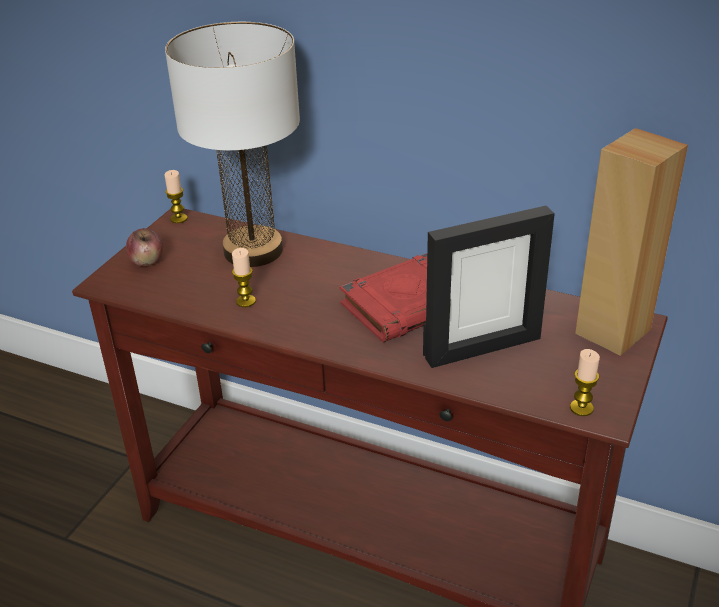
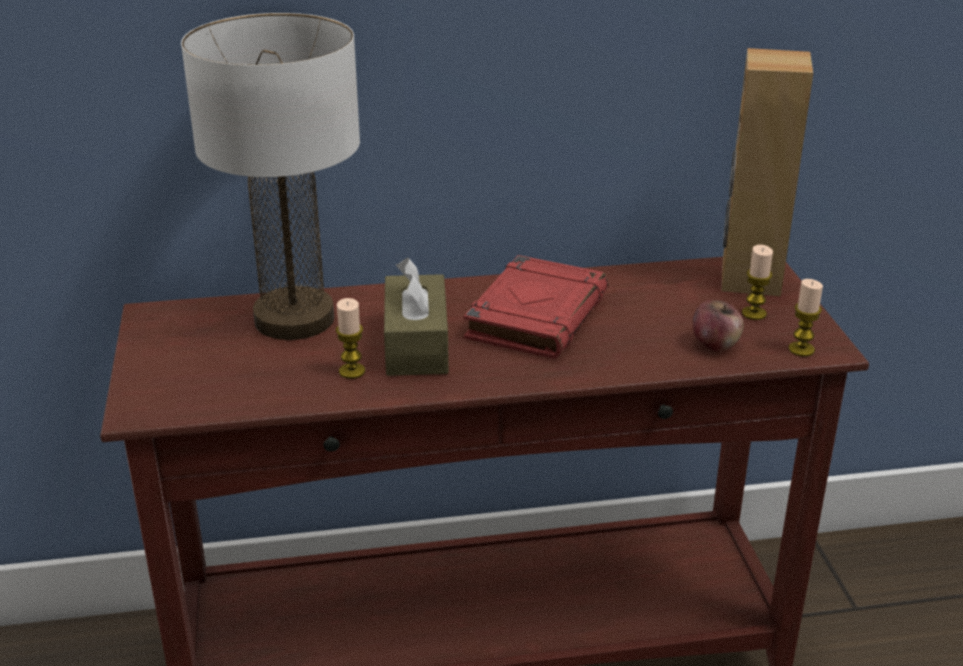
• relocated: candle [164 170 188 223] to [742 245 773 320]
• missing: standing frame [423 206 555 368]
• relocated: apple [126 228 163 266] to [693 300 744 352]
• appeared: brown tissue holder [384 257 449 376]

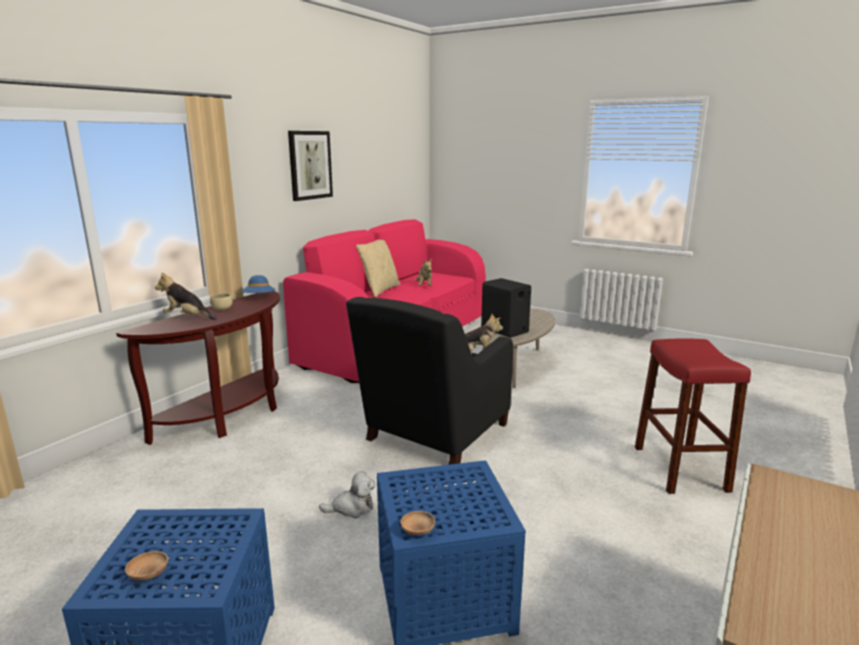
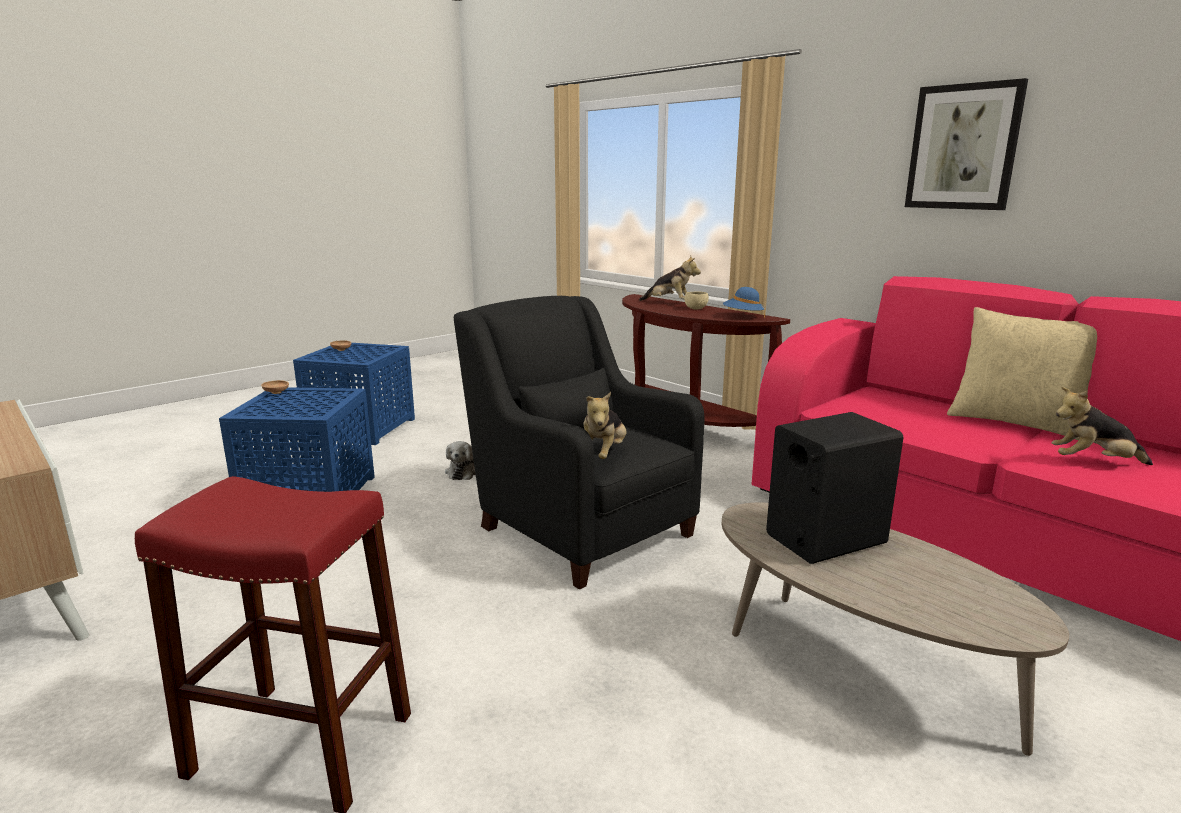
• spun: plush toy [155 273 217 320] = [639 256 701 301] 90 degrees clockwise

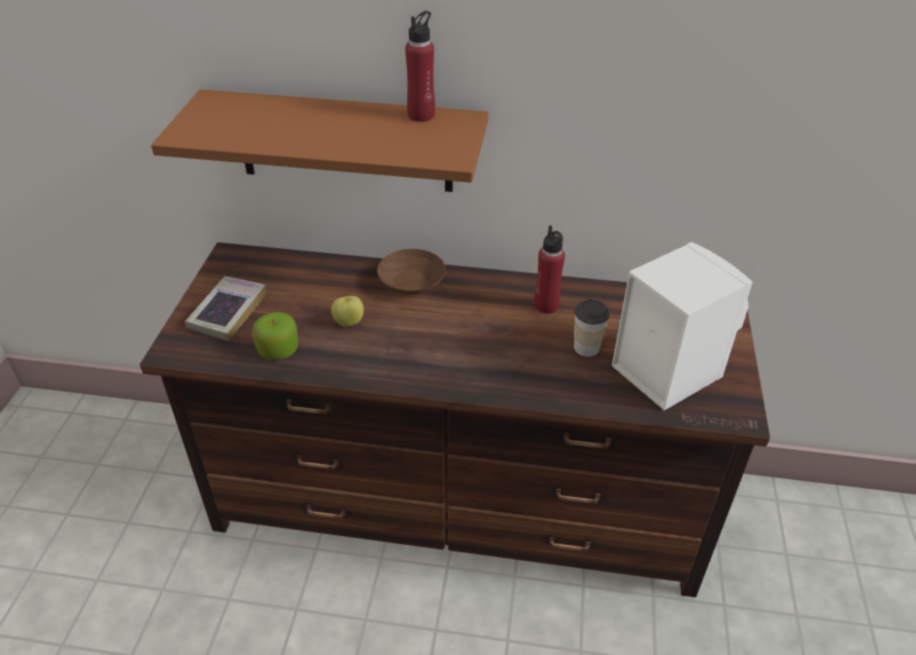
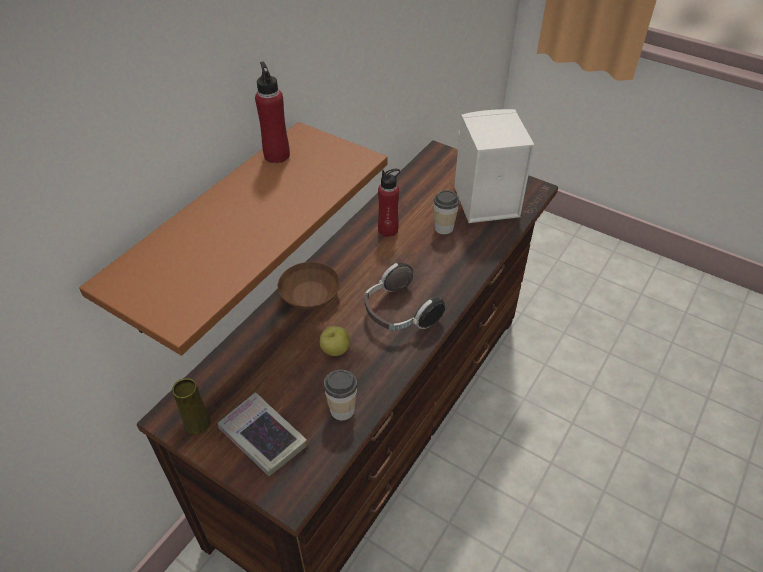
• exchanged: apple [252 312 298 360] to cup [324 370 357 420]
• appeared: pair of headphones [364 263 445 330]
• appeared: yellow-coloured flower vase [172 378 211 434]

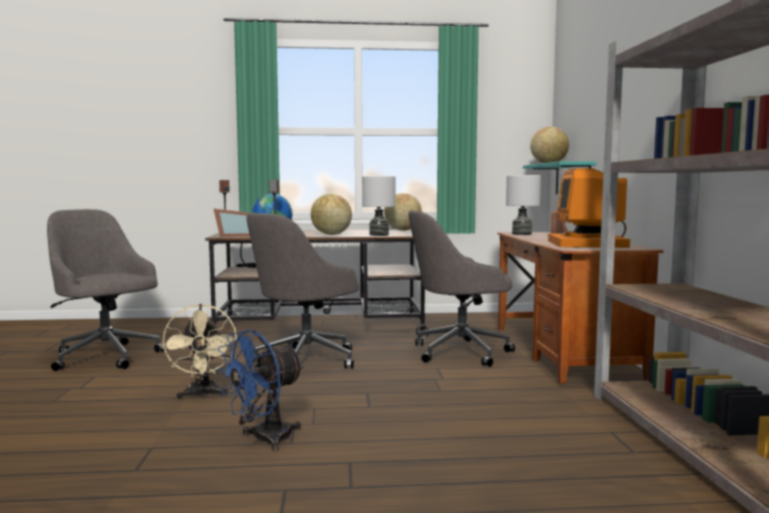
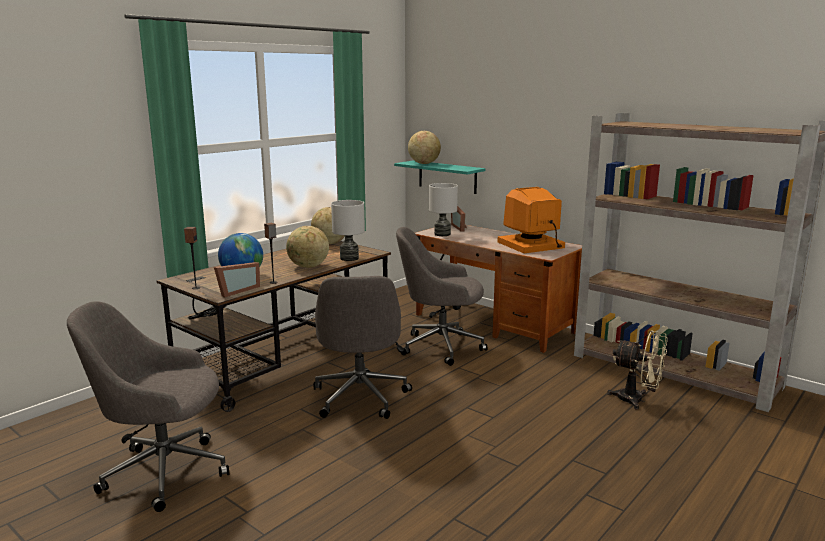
• spun: computer screen [548 168 630 248] = [498 187 565 253] 105 degrees clockwise
• spun: gray desk chair [408 210 515 367] = [396 227 487 366] 60 degrees clockwise
• relocated: beige-coloured electric fan [162 304 237 399] to [607 330 668 410]
• missing: blue-coloured electric fan [216 330 304 451]

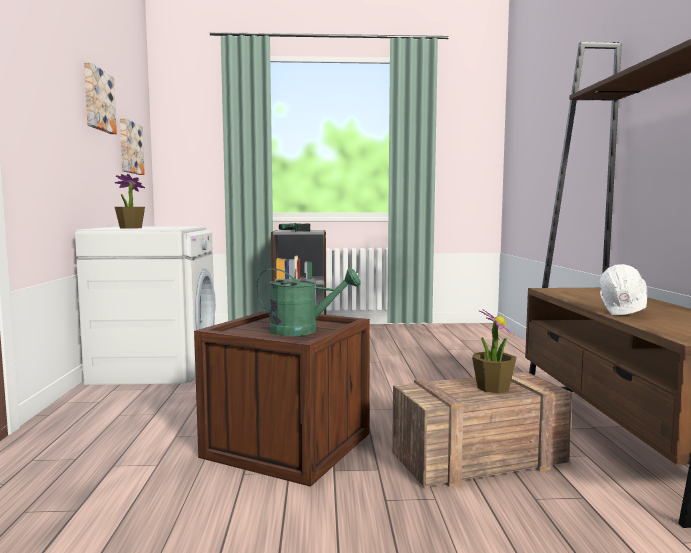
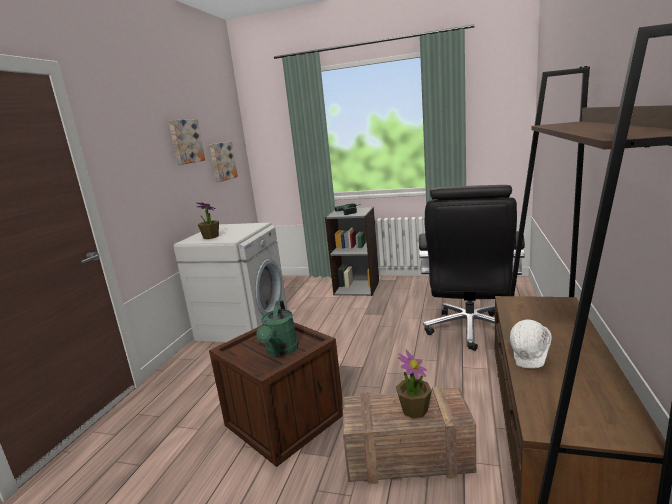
• spun: greenish sprinkling can [256 268 360 336] = [256 300 298 357] 75 degrees clockwise
• appeared: black-coloured desk chair [419 185 525 351]

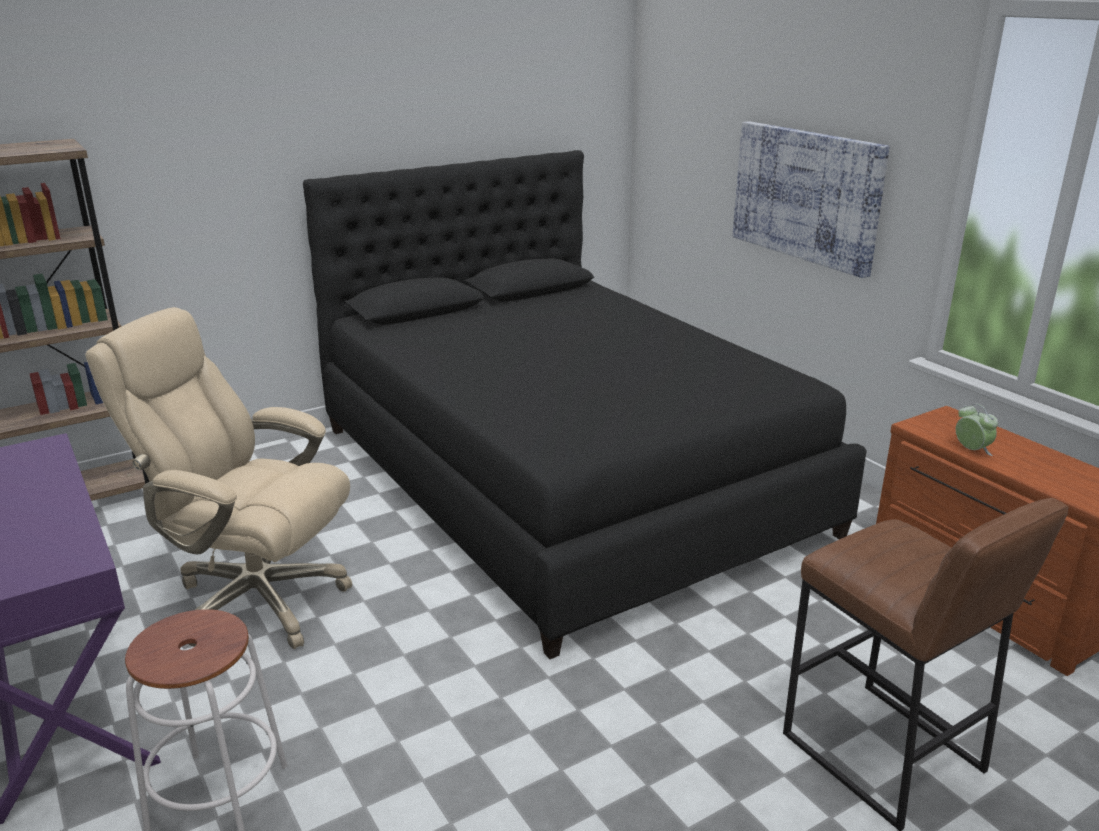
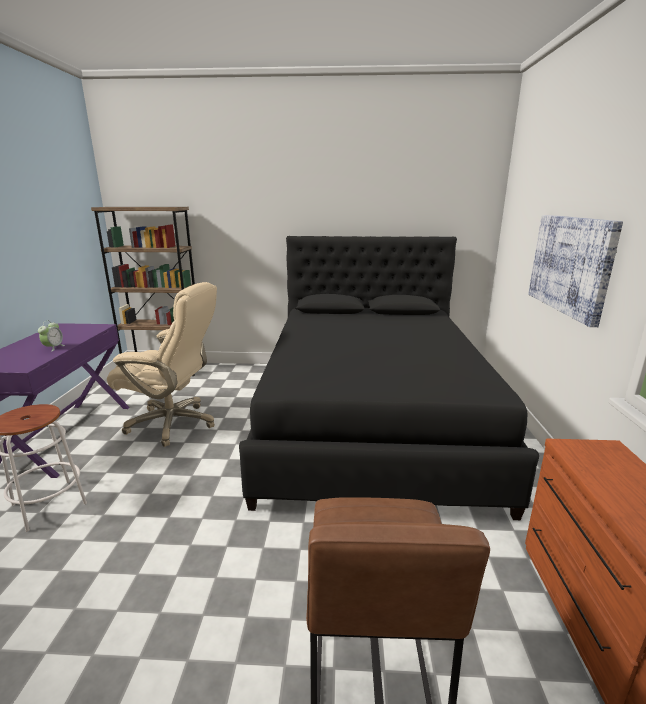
• spun: beige-coloured desk chair [85 307 352 649] = [107 282 217 447] 135 degrees clockwise
• relocated: table clock [956 404 998 456] to [38 320 65 352]

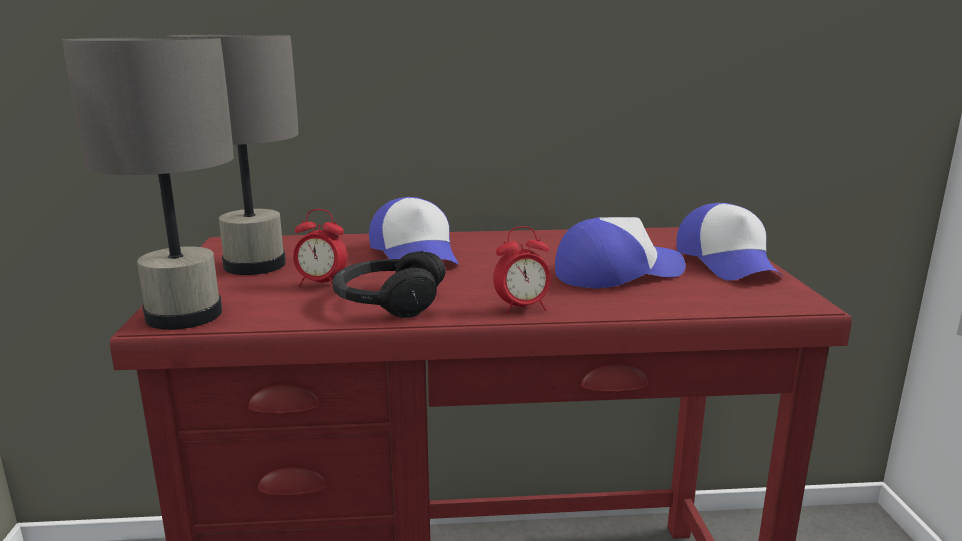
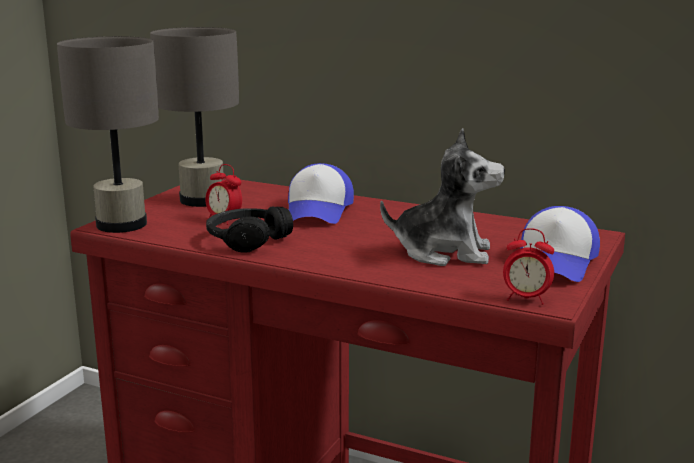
• exchanged: baseball cap [555 217 686 288] to plush toy [380 128 505 266]
• relocated: table clock [493 226 551 314] to [503 228 554 305]

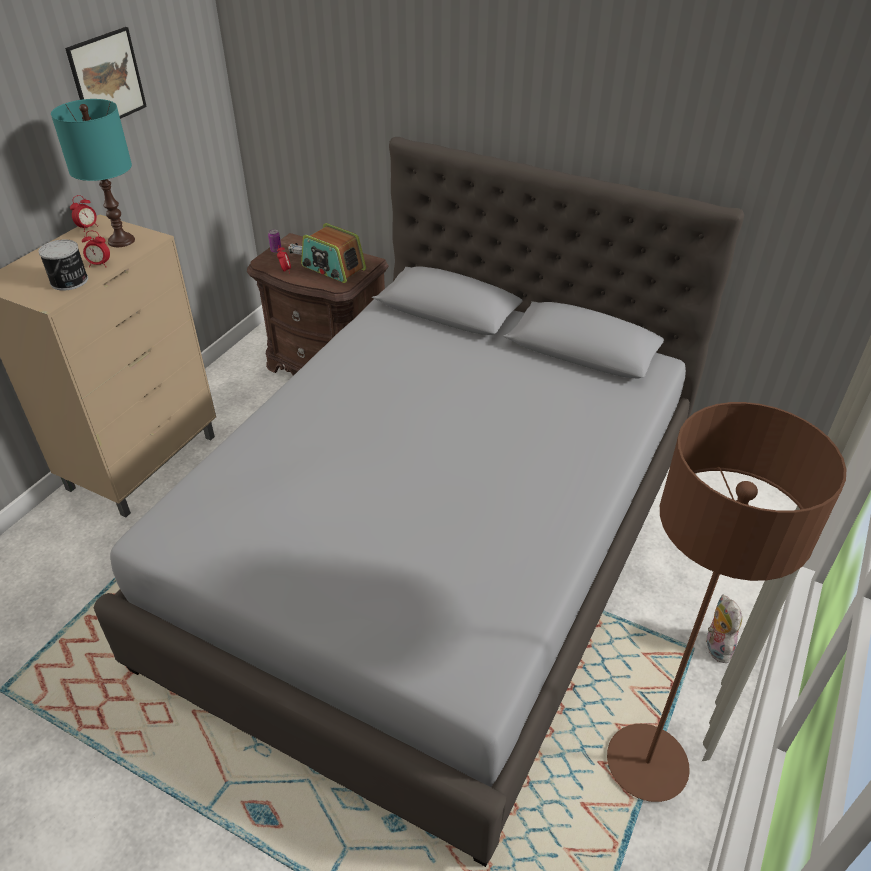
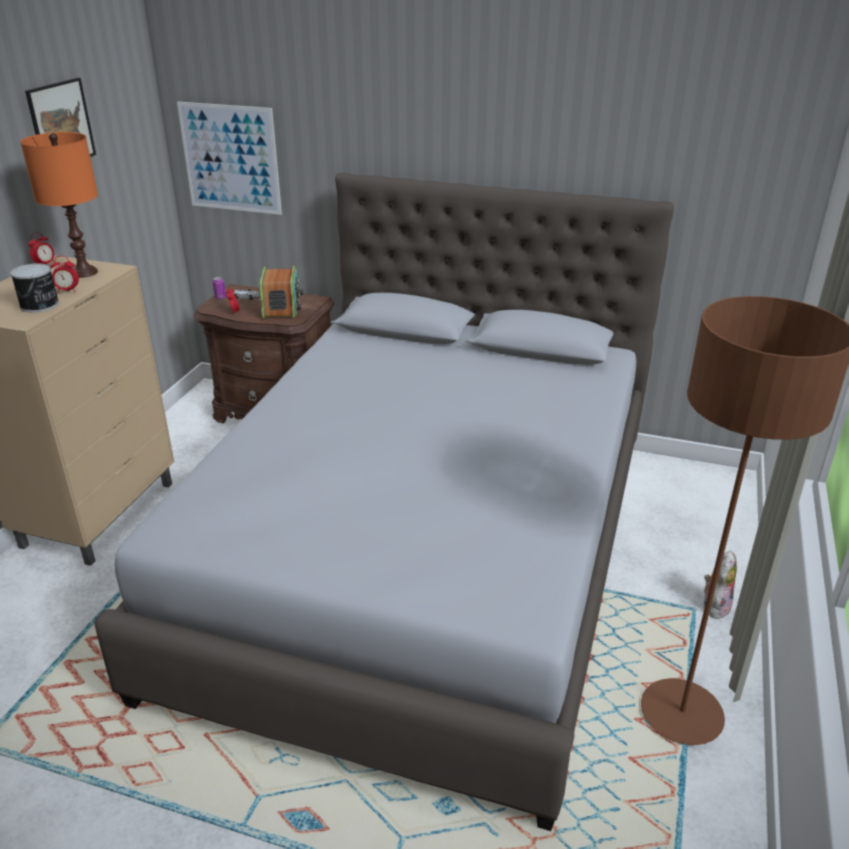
• colour: blue-green lamp for a table [51 99 135 247] to orange-coloured lamp for a table [20 132 98 278]
• spun: radio set [301 223 366 283] = [259 266 303 319] 120 degrees counterclockwise
• spun: plush toy [706 594 742 663] = [704 551 737 619] 45 degrees clockwise
• appeared: wall picture [177 102 282 215]

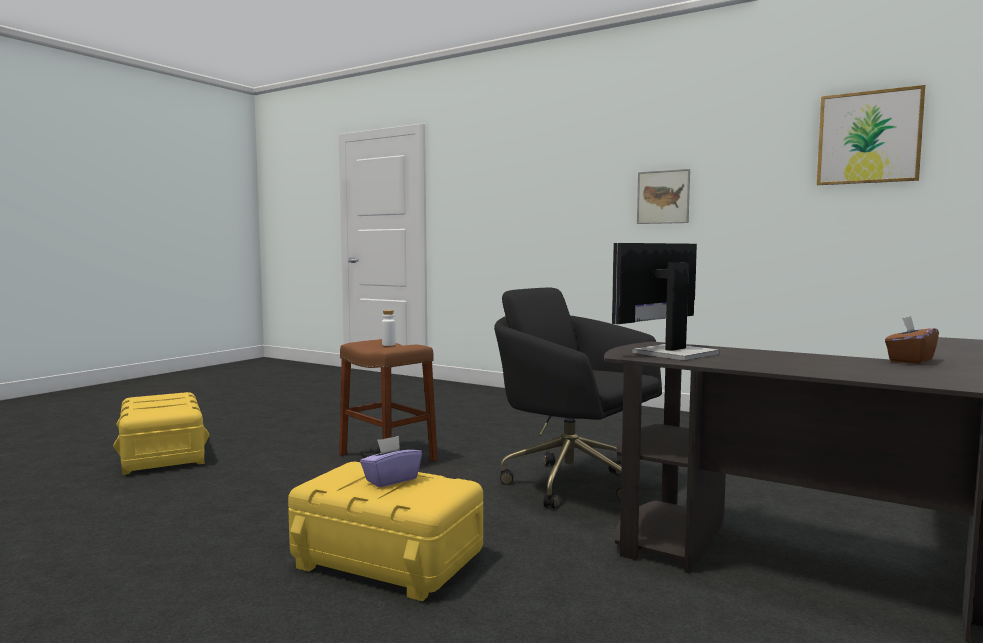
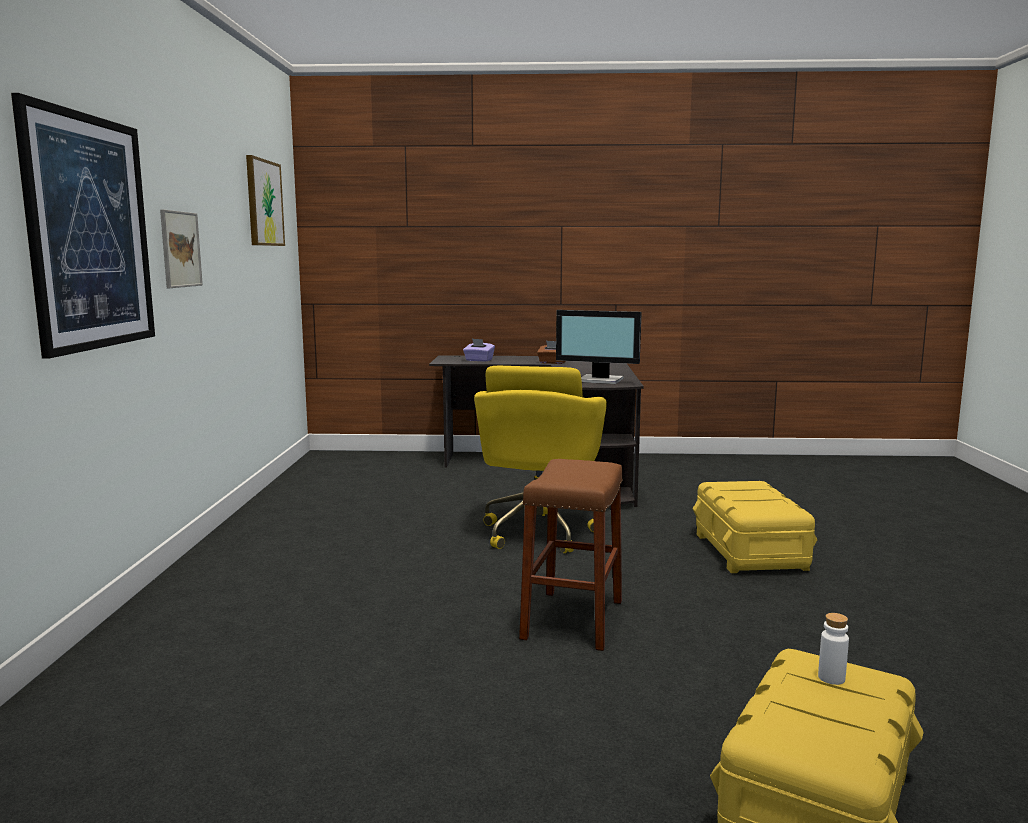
• colour: black-coloured desk chair [494 288 662 508] to yellow-coloured desk chair [474 366 607 553]
• relocated: white beverage bottle [382 310 396 346] to [818 613 849 685]
• relocated: purple-coloured tissue holder [360 436 422 487] to [463 339 495 362]
• appeared: wall picture [11 93 155 359]

